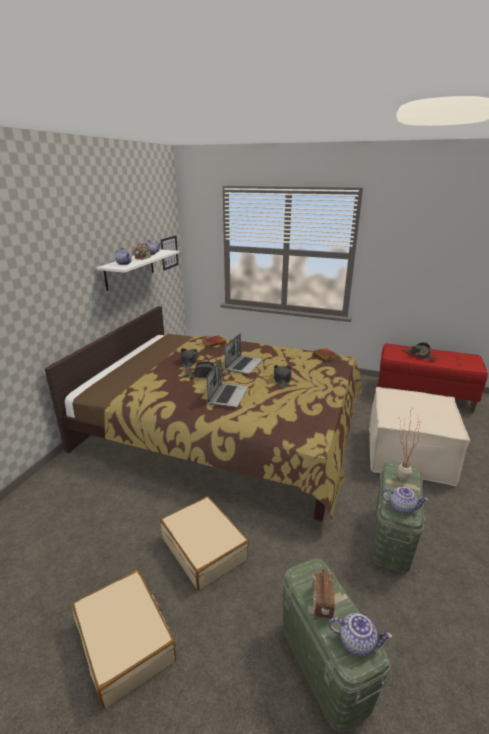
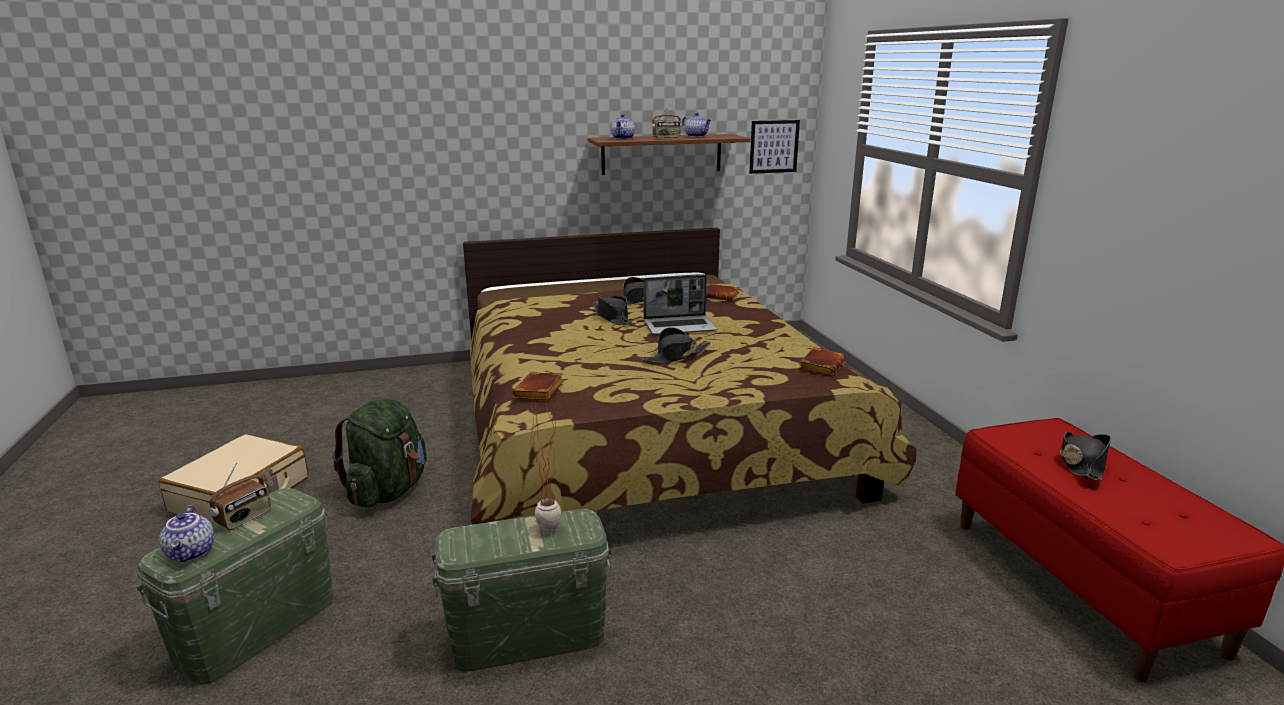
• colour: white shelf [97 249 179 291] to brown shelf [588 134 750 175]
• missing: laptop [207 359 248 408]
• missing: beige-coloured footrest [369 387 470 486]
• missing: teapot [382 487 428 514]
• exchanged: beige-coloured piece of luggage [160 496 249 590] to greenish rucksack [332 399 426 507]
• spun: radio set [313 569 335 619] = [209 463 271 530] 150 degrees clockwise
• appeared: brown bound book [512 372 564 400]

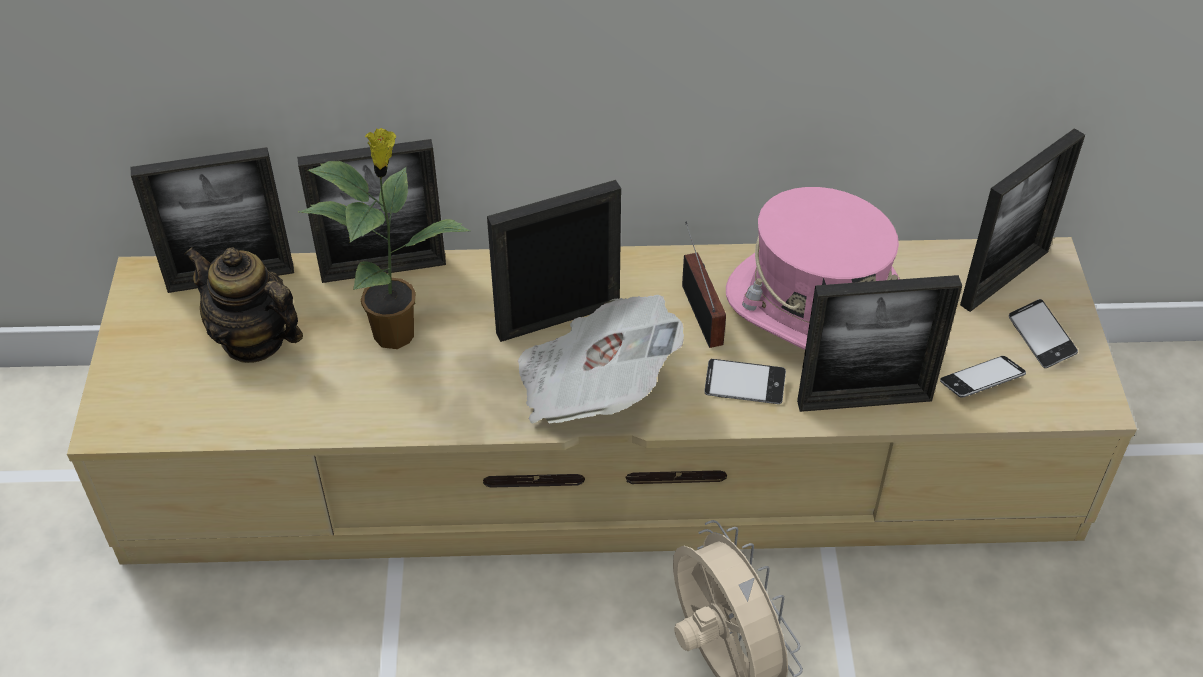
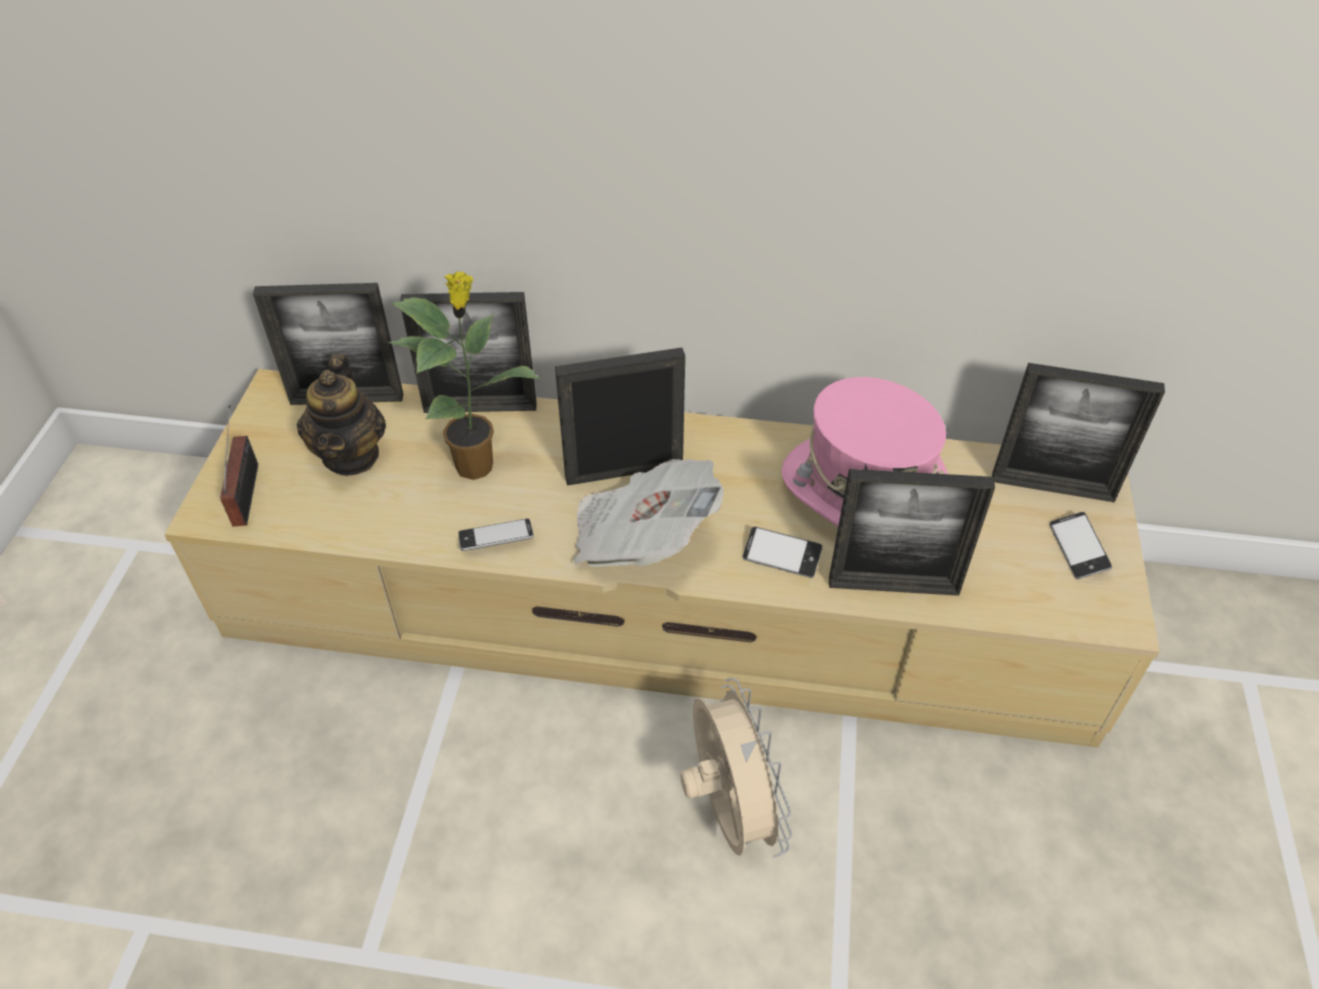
• spun: standing frame [960 128 1085 312] = [992 363 1165 502] 45 degrees clockwise
• relocated: radio set [682 221 726 348] to [220 405 258 526]
• spun: teapot [185 247 303 363] = [297 354 386 476] 135 degrees counterclockwise
• relocated: phone [940 356 1026 398] to [458 519 534 551]

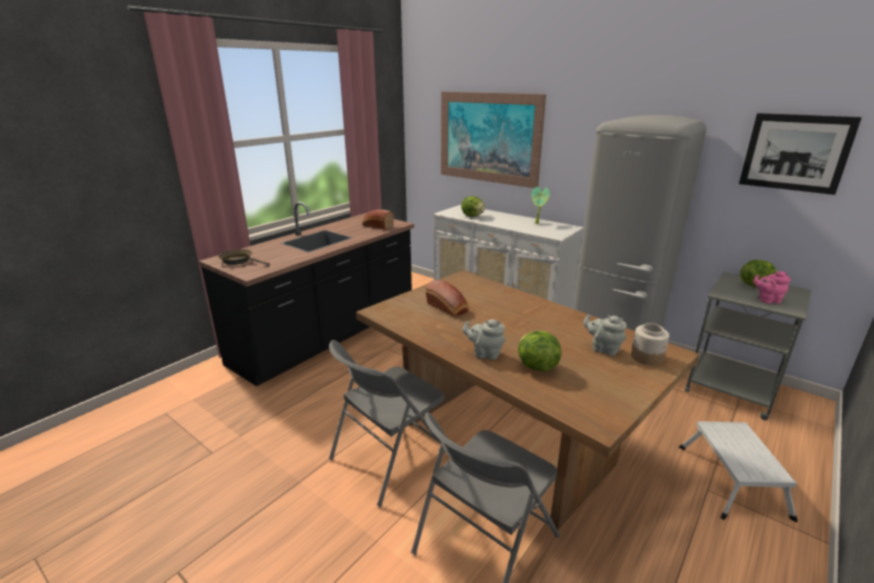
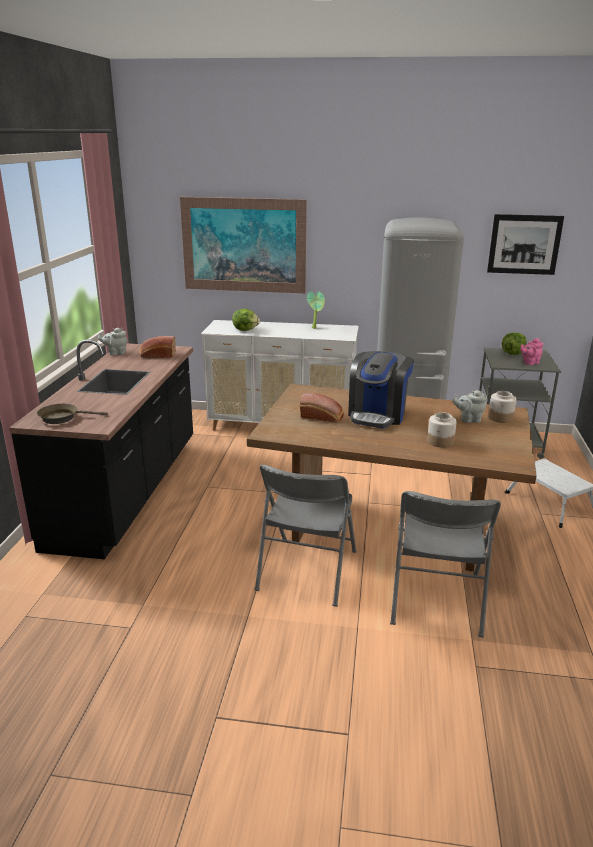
• relocated: gray teapot [463 319 505 360] to [98 328 128 355]
• exchanged: lettuce [518 331 561 371] to jar [427 412 457 448]
• appeared: coffee maker [348 351 414 428]

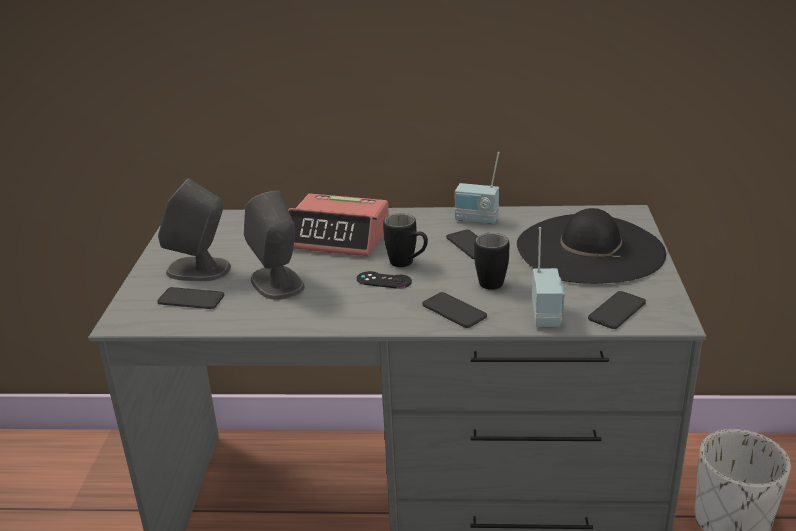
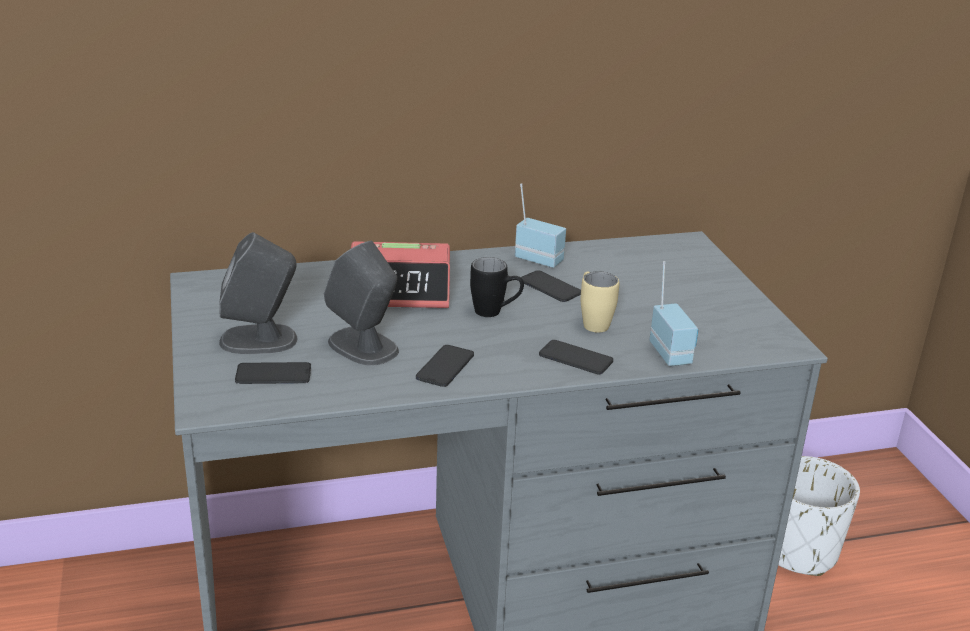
• spun: radio set [455 152 500 224] = [515 183 566 268] 150 degrees counterclockwise
• missing: black-coloured wearable hat [517 208 666 284]
• colour: black-coloured coffee mug [474 233 509 290] to beige-coloured coffee mug [581 271 619 332]
• missing: black-coloured game controller [357 271 412 289]
• relocated: phone [588 291 646 329] to [416 345 474 387]

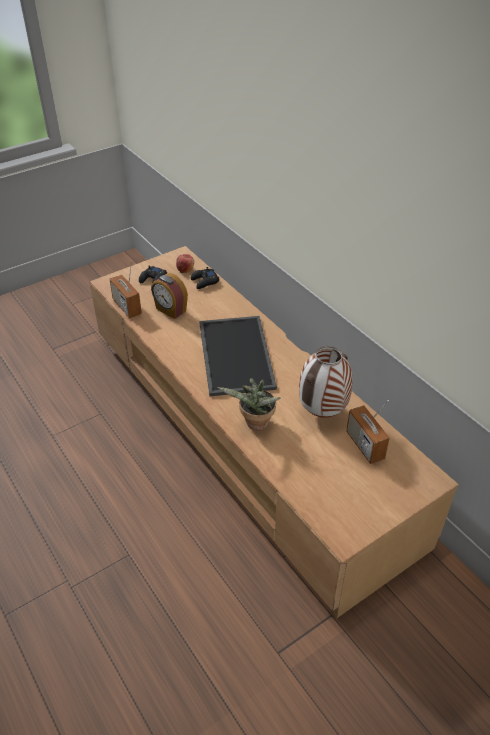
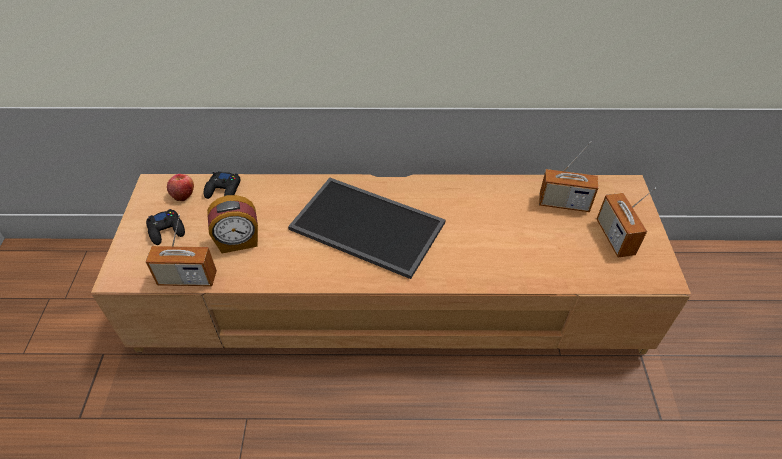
• missing: flower vase [299 346 353 418]
• missing: houseplant [217 378 281 431]
• appeared: radio set [597 187 656 258]

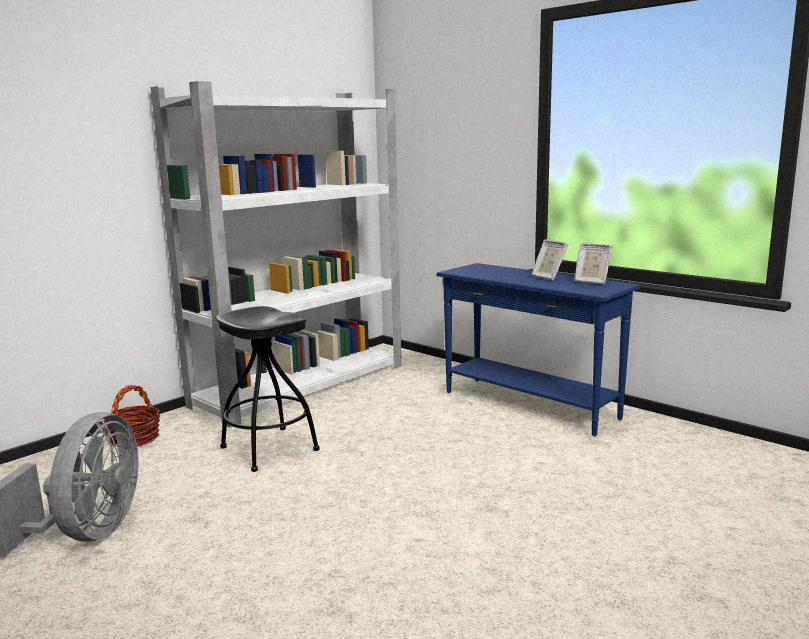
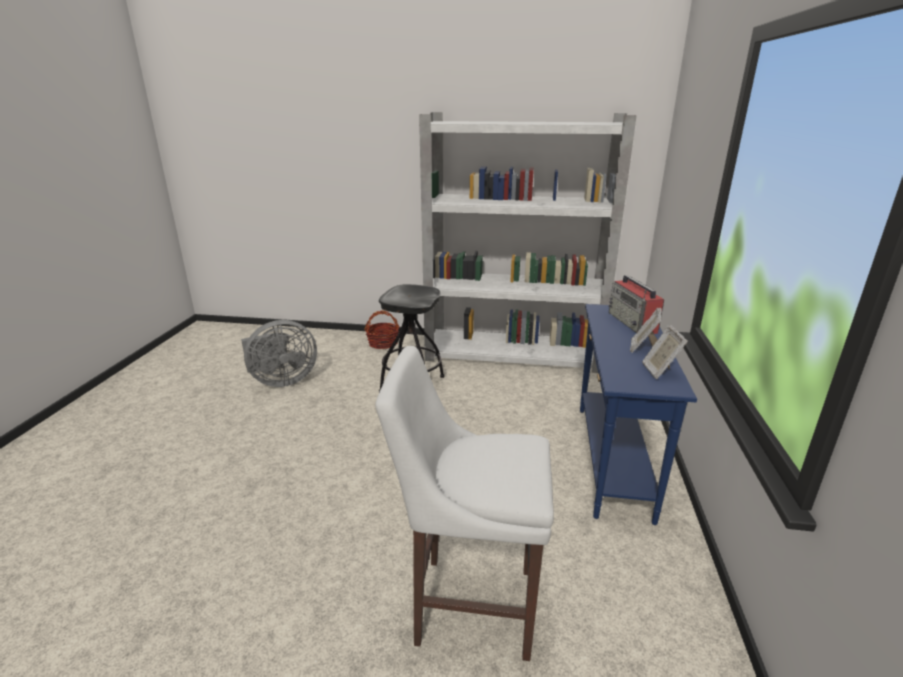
• appeared: radio set [609 275 664 334]
• appeared: white sitting stool [375 346 554 661]

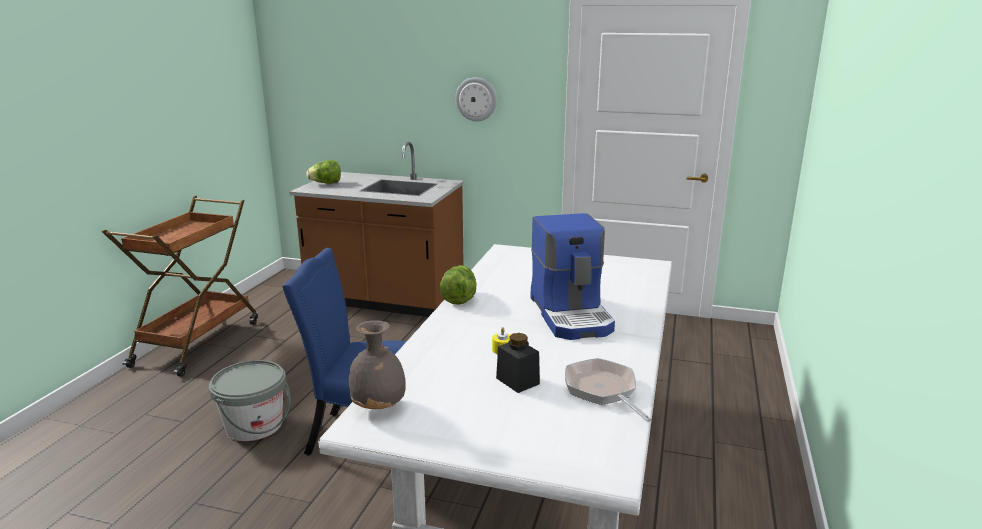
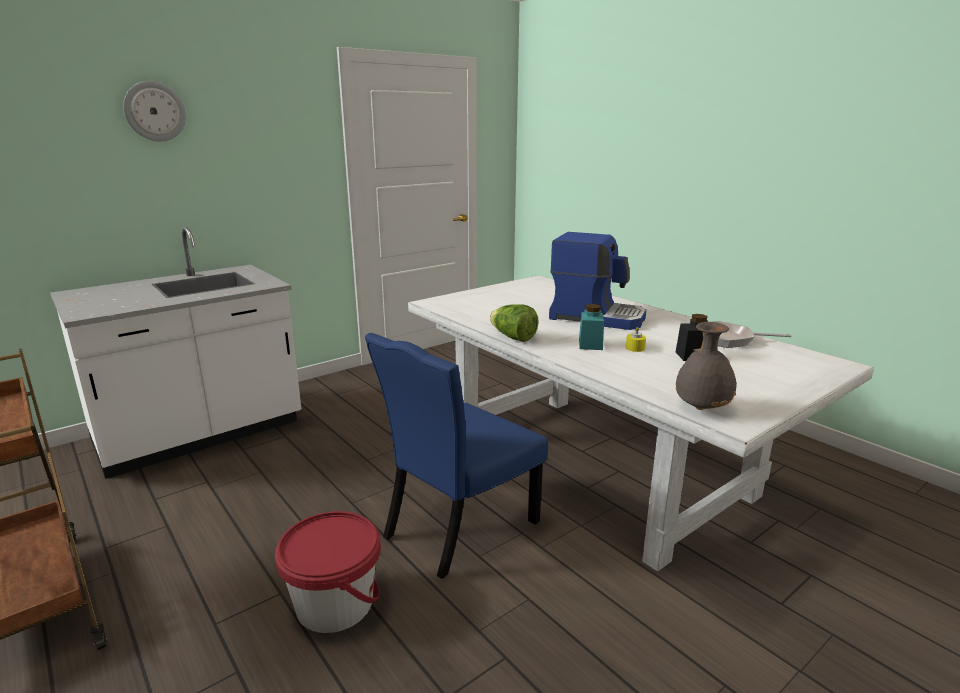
• relocated: wall clock [455 77 497 122] to [123 81 186 141]
• colour: brown kitchen counter [289 142 464 317] to white kitchen counter [50 227 301 479]
• missing: lettuce [307 160 341 184]
• colour: gray water bucket [209 360 290 441] to reddish water bucket [275 511 381 633]
• appeared: blue-green jar [579 304 604 350]

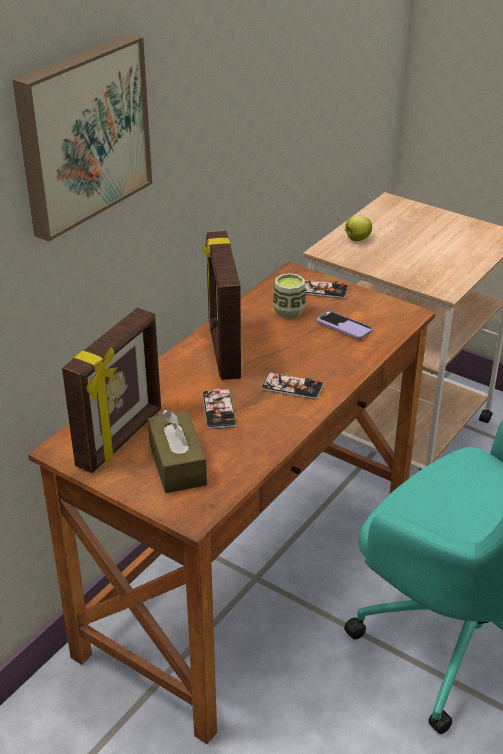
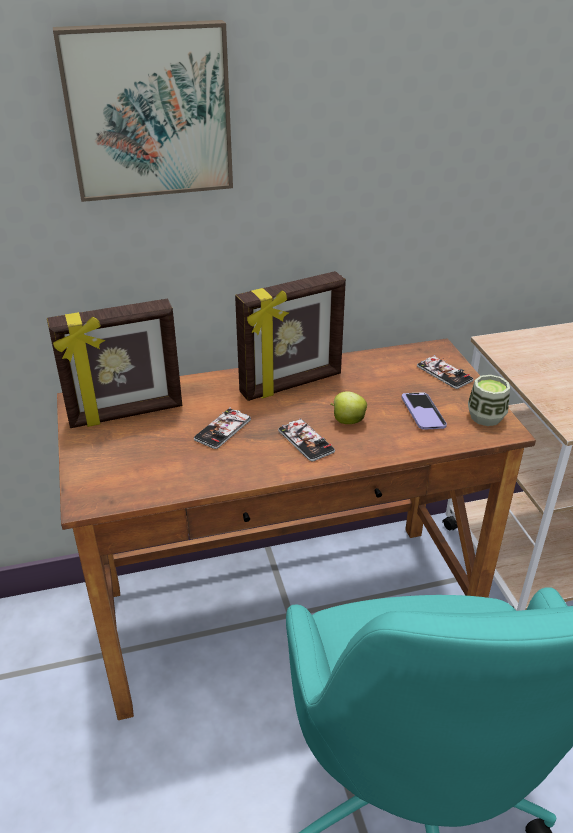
• relocated: apple [344 215 372 241] to [331 391 367 424]
• spun: standing frame [203 231 241 380] = [235 271 346 401] 150 degrees counterclockwise
• relocated: cup [272 273 306 318] to [468 375 510 426]
• missing: brown tissue holder [148 410 207 493]

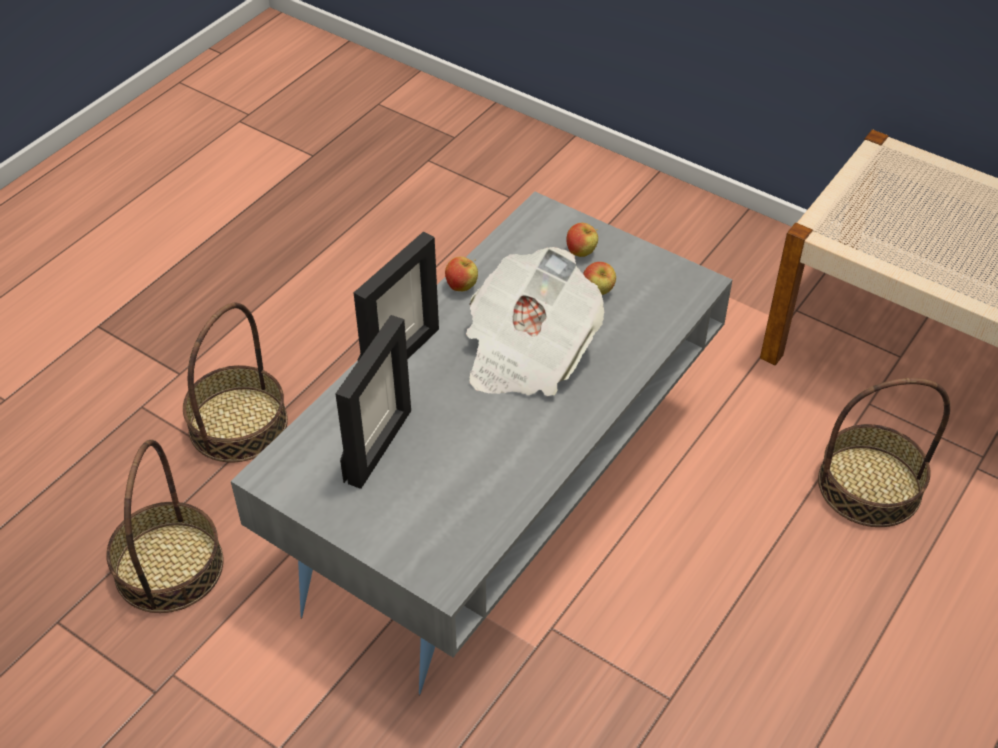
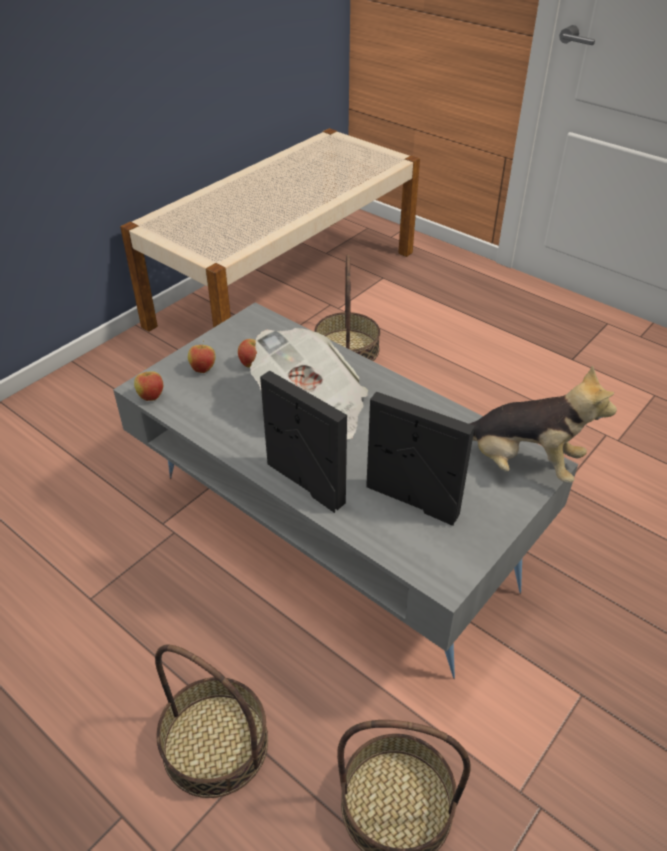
• relocated: apple [445 257 478 291] to [134 367 163 401]
• appeared: plush toy [470 366 617 483]

